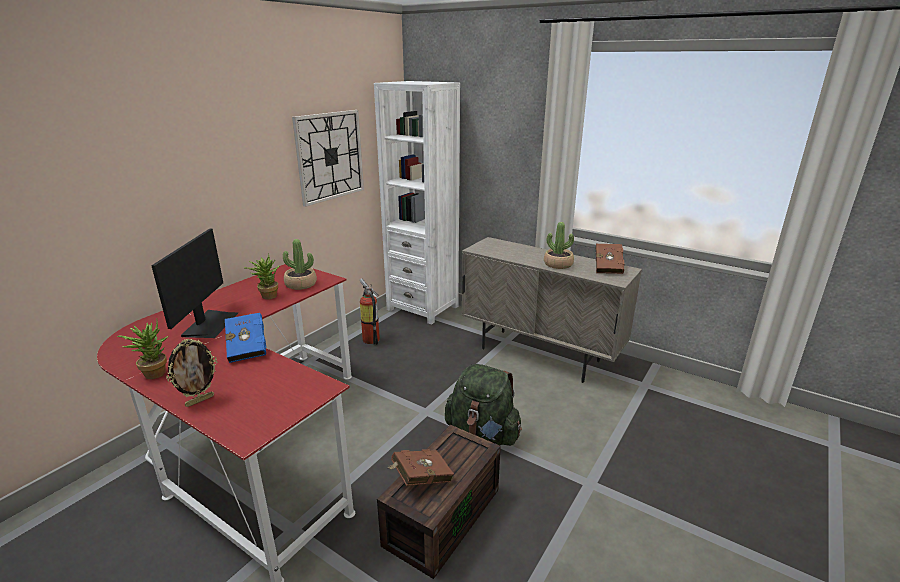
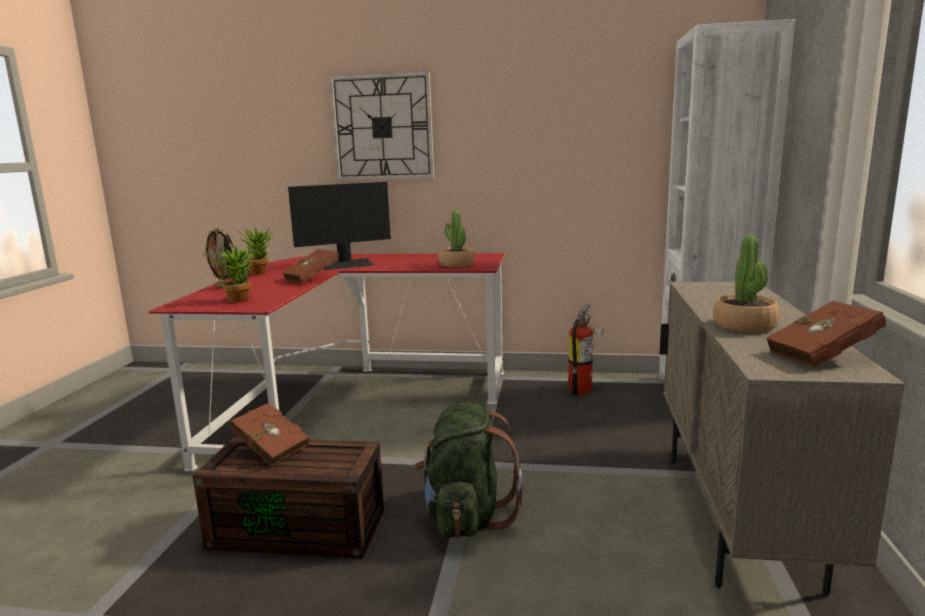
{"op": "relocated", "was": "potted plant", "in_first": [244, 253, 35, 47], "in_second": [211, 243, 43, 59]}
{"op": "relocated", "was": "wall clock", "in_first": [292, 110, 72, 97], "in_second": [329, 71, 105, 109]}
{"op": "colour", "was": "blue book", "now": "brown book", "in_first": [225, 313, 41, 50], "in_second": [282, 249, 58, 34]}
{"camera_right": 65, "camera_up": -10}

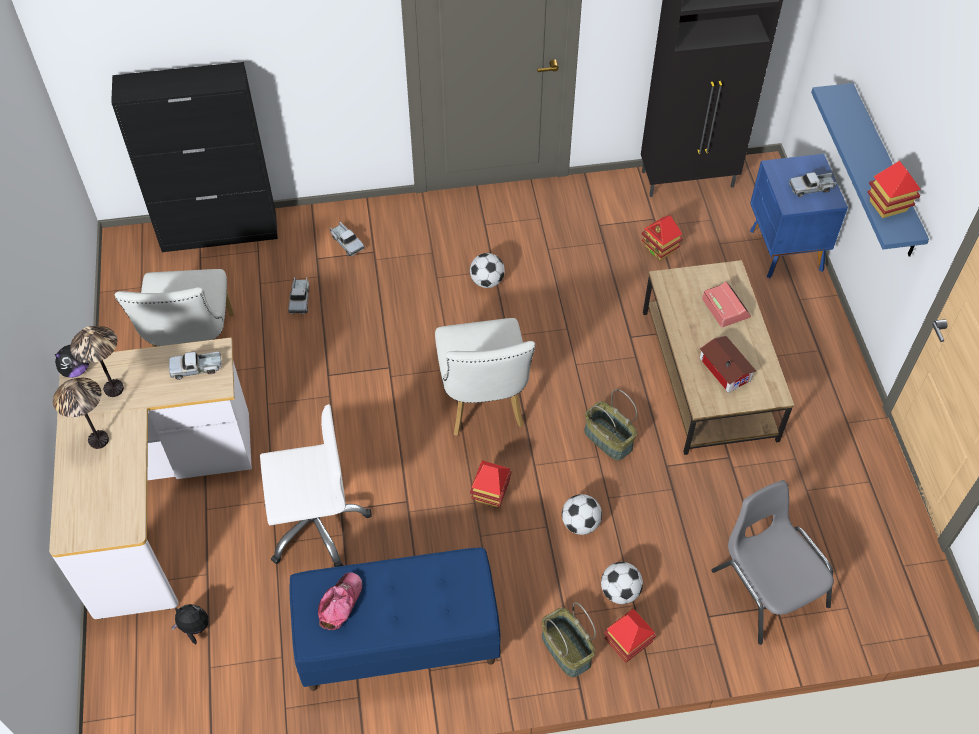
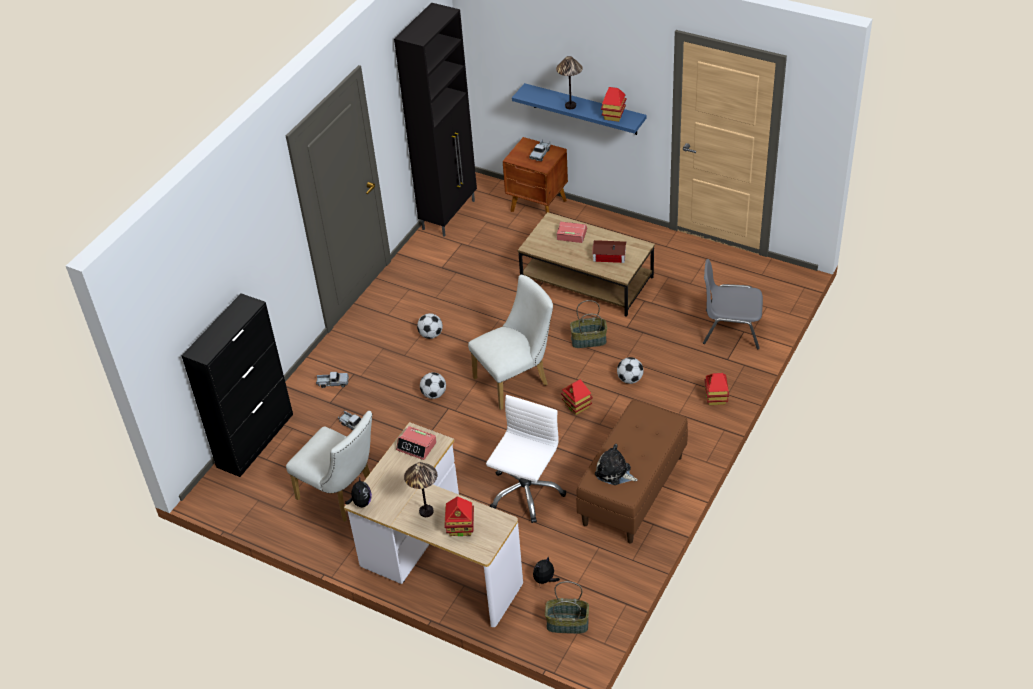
{"op": "relocated", "was": "table lamp", "in_first": [70, 326, 54, 71], "in_second": [556, 56, 27, 53]}
{"op": "relocated", "was": "basket", "in_first": [542, 602, 54, 75], "in_second": [545, 581, 44, 53]}
{"op": "relocated", "was": "football", "in_first": [601, 562, 42, 42], "in_second": [420, 372, 26, 27]}
{"op": "relocated", "was": "toy house", "in_first": [642, 215, 41, 46], "in_second": [444, 497, 30, 39]}
{"op": "exchanged", "was": "toy truck", "now": "alarm clock", "in_first": [169, 352, 52, 28], "in_second": [396, 426, 41, 34]}
{"op": "exchanged", "was": "cap", "now": "plush toy", "in_first": [318, 572, 44, 58], "in_second": [595, 444, 43, 41]}
{"op": "colour", "was": "blue bench", "now": "brown bench", "in_first": [290, 547, 211, 144], "in_second": [576, 399, 112, 144]}
{"op": "colour", "was": "blue nightstand", "now": "brown nightstand", "in_first": [750, 154, 98, 124], "in_second": [503, 137, 65, 76]}
{"op": "spun", "was": "white chair", "in_first": [435, 318, 100, 118], "in_second": [468, 275, 85, 135], "clockwise": -60}
{"camera_right": -50, "camera_up": -10}

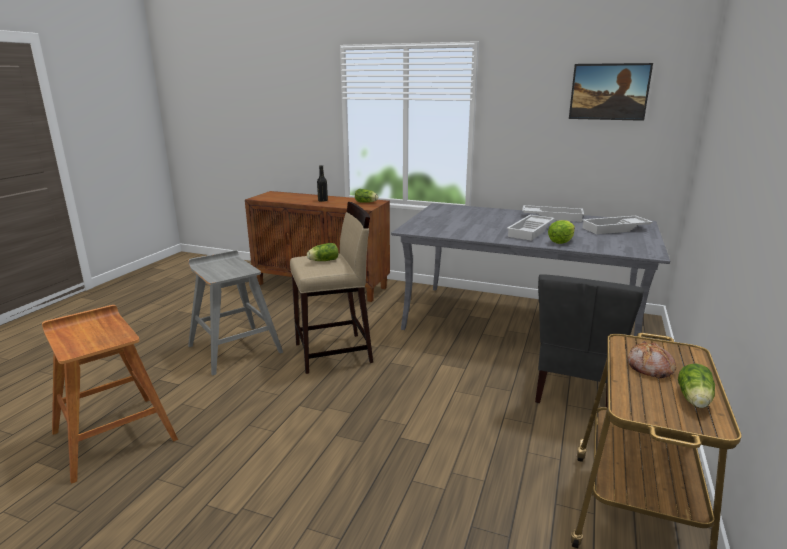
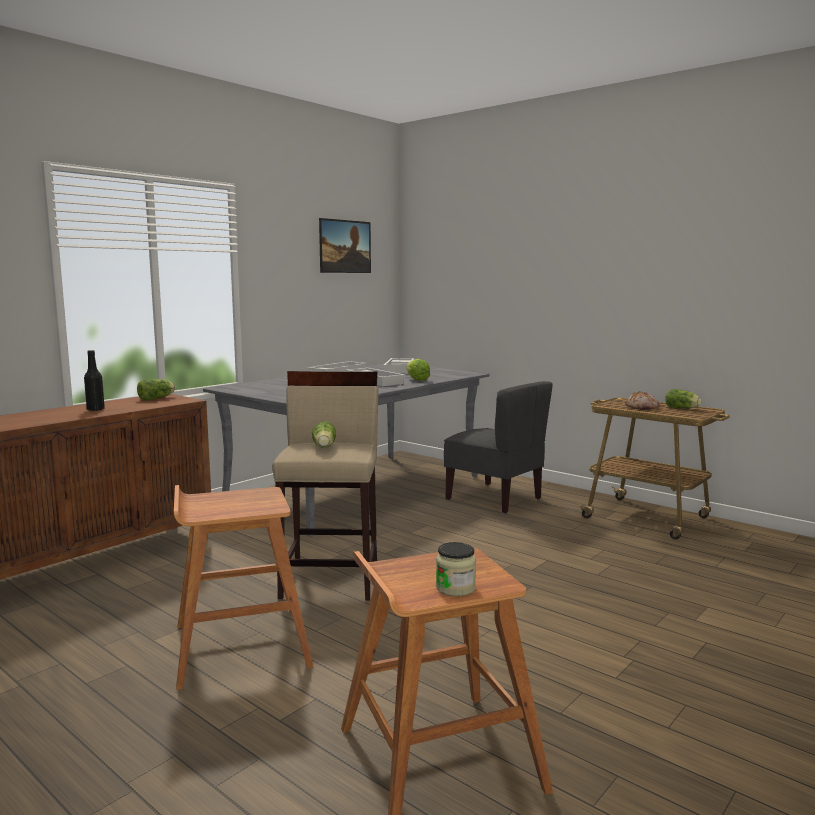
{"op": "appeared", "now": "jar", "in_second": [436, 542, 40, 55]}
{"op": "colour", "was": "grey stool", "now": "brown stool", "in_first": [188, 250, 95, 126], "in_second": [174, 485, 139, 205]}
{"camera_right": -70, "camera_up": -10}

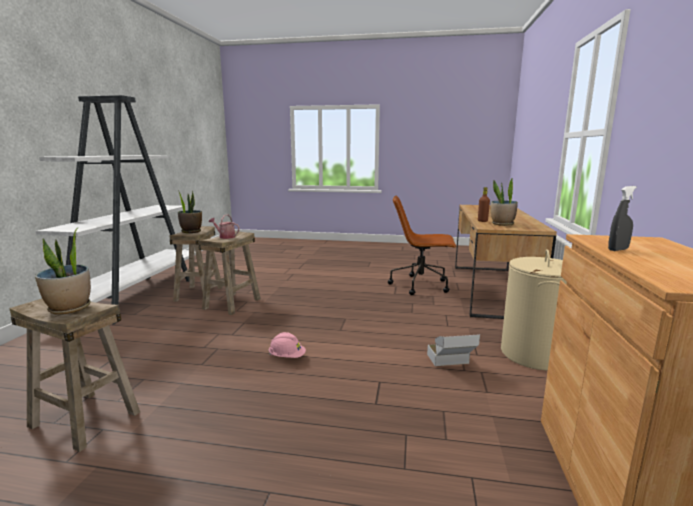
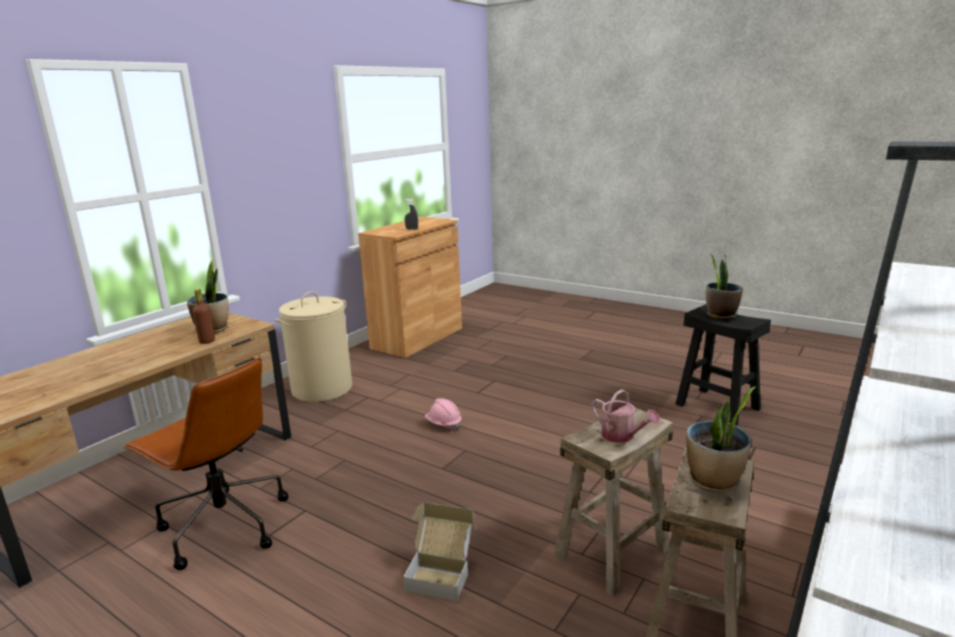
{"op": "relocated", "was": "pink hard hat", "in_first": [269, 332, 37, 26], "in_second": [425, 398, 37, 32]}
{"op": "relocated", "was": "cardboard box", "in_first": [427, 334, 53, 32], "in_second": [403, 502, 74, 99]}
{"op": "colour", "was": "beige stool", "now": "black stool", "in_first": [9, 299, 131, 153], "in_second": [675, 304, 96, 122]}
{"camera_right": -155, "camera_up": 5}

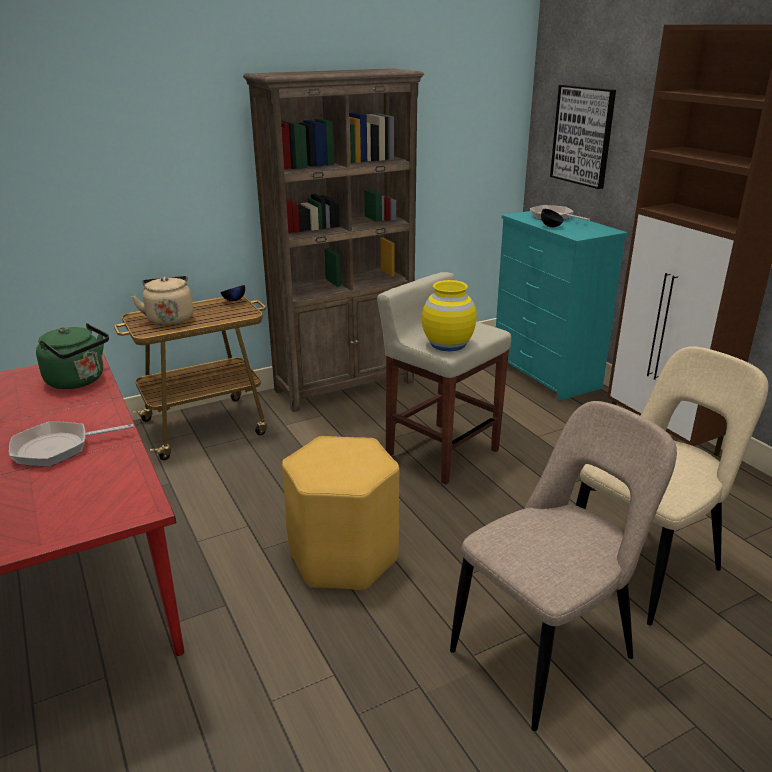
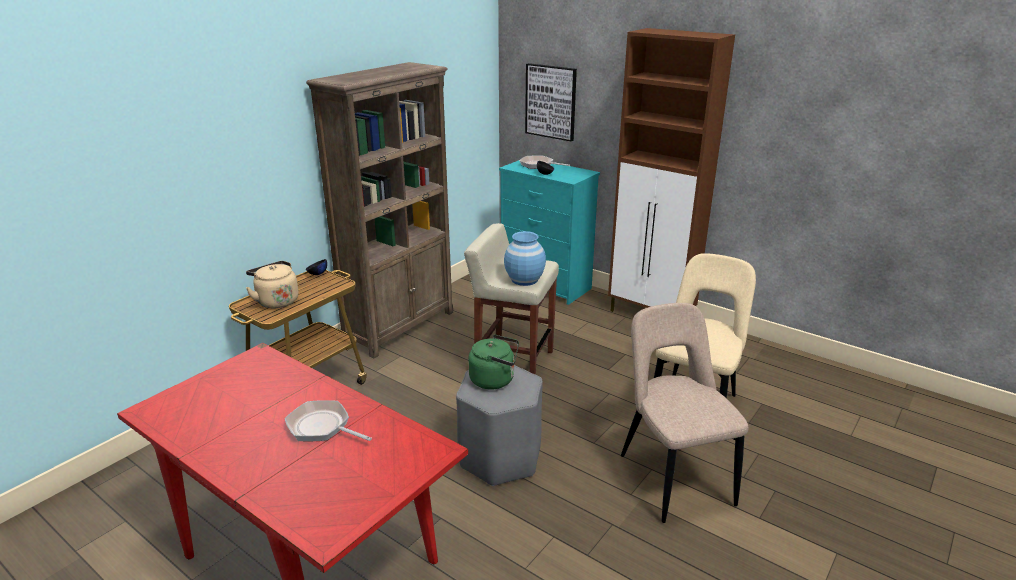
{"op": "relocated", "was": "green kettle", "in_first": [36, 323, 73, 66], "in_second": [468, 334, 51, 55]}
{"op": "colour", "was": "yellow stool", "now": "grey stool", "in_first": [282, 436, 118, 155], "in_second": [456, 365, 87, 121]}
{"op": "colour", "was": "yellow vase", "now": "blue vase", "in_first": [422, 280, 55, 71], "in_second": [504, 231, 42, 55]}
{"op": "spun", "was": "frying pan", "in_first": [9, 421, 125, 46], "in_second": [285, 400, 87, 41], "clockwise": 75}
{"op": "spun", "was": "beige chair", "in_first": [450, 401, 227, 330], "in_second": [621, 303, 127, 220], "clockwise": -45}
{"camera_right": -25, "camera_up": 0}

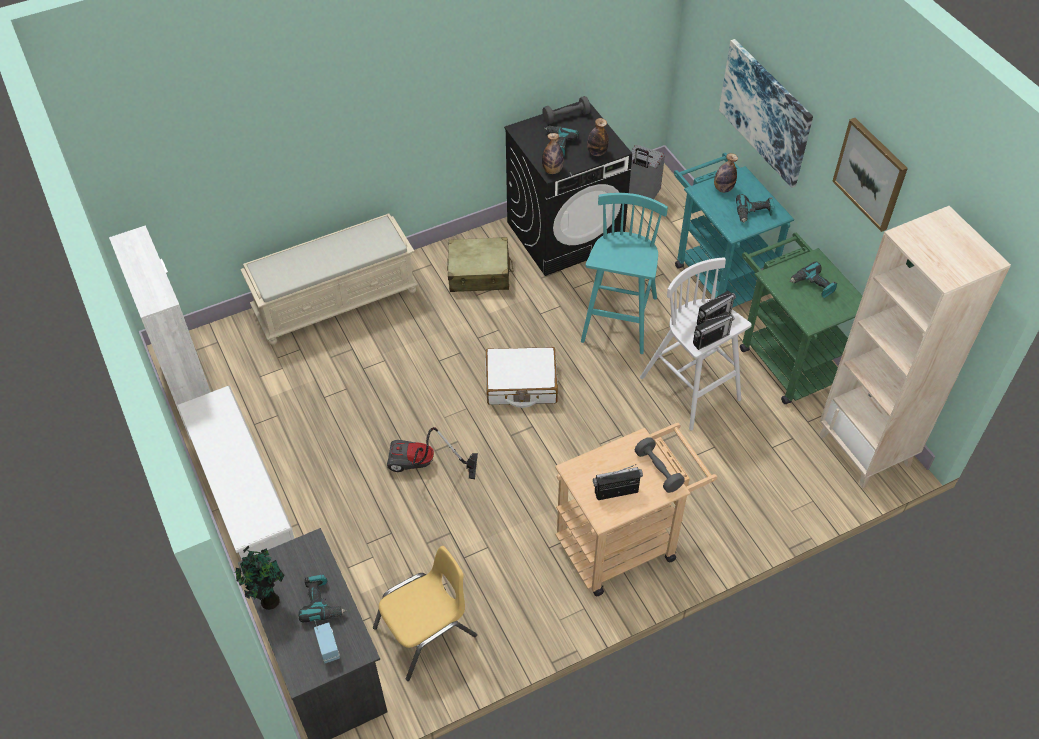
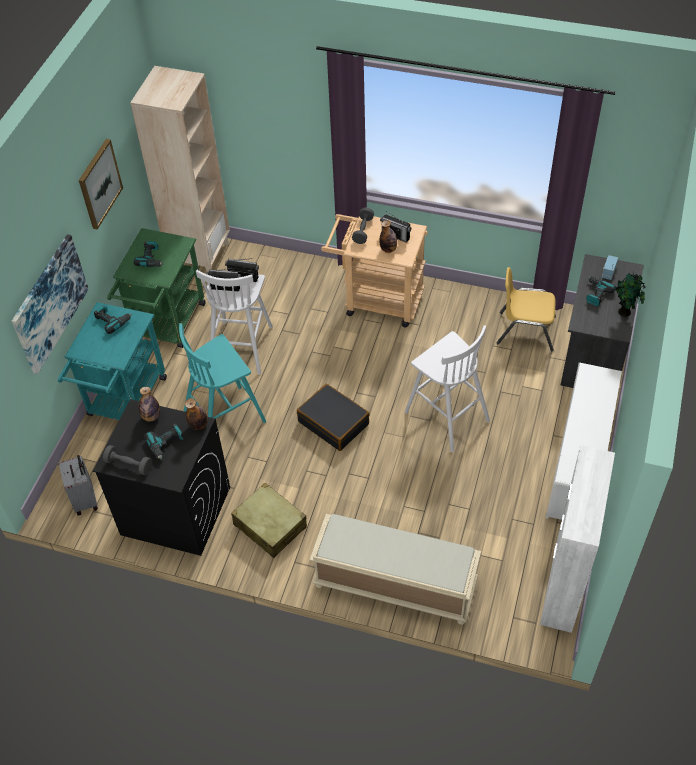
{"op": "relocated", "was": "bottle", "in_first": [714, 153, 24, 40], "in_second": [380, 220, 17, 33]}
{"op": "exchanged", "was": "vacuum cleaner", "now": "white stool", "in_first": [387, 427, 91, 52], "in_second": [405, 325, 85, 127]}
{"op": "colour", "was": "white suitcase", "now": "black suitcase", "in_first": [485, 347, 73, 61], "in_second": [297, 384, 73, 67]}
{"camera_right": -135, "camera_up": 0}

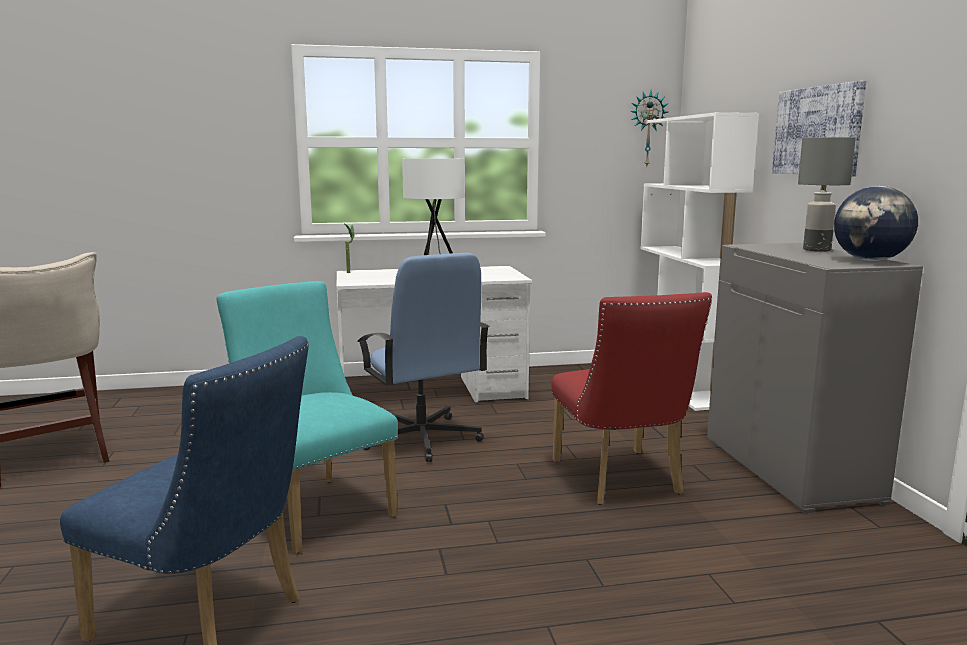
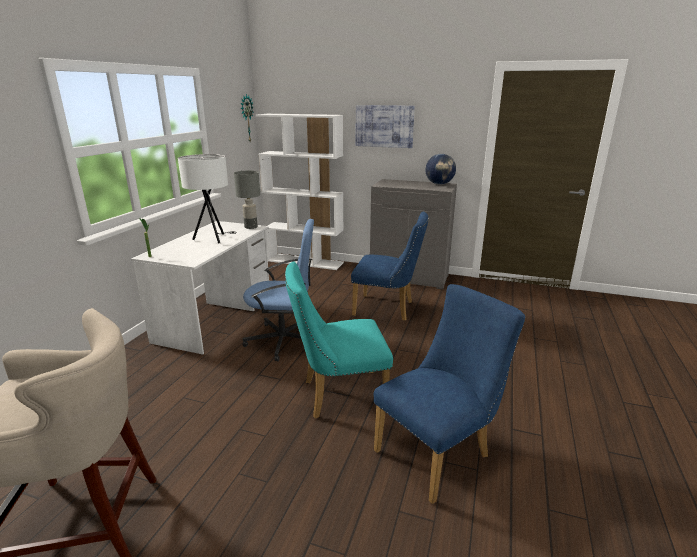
{"op": "relocated", "was": "grey table lamp", "in_first": [798, 137, 58, 115], "in_second": [234, 171, 26, 58]}
{"op": "colour", "was": "red chair", "now": "blue chair", "in_first": [551, 292, 161, 213], "in_second": [351, 211, 78, 110]}
{"camera_right": -60, "camera_up": 10}

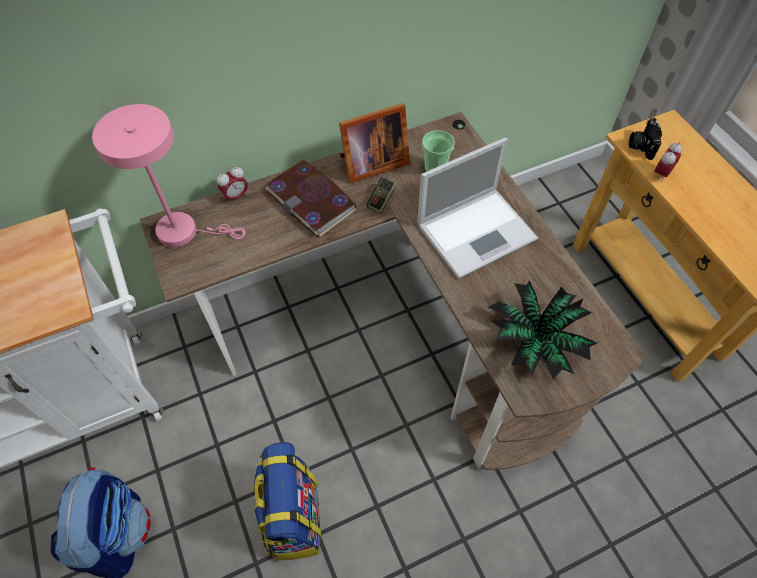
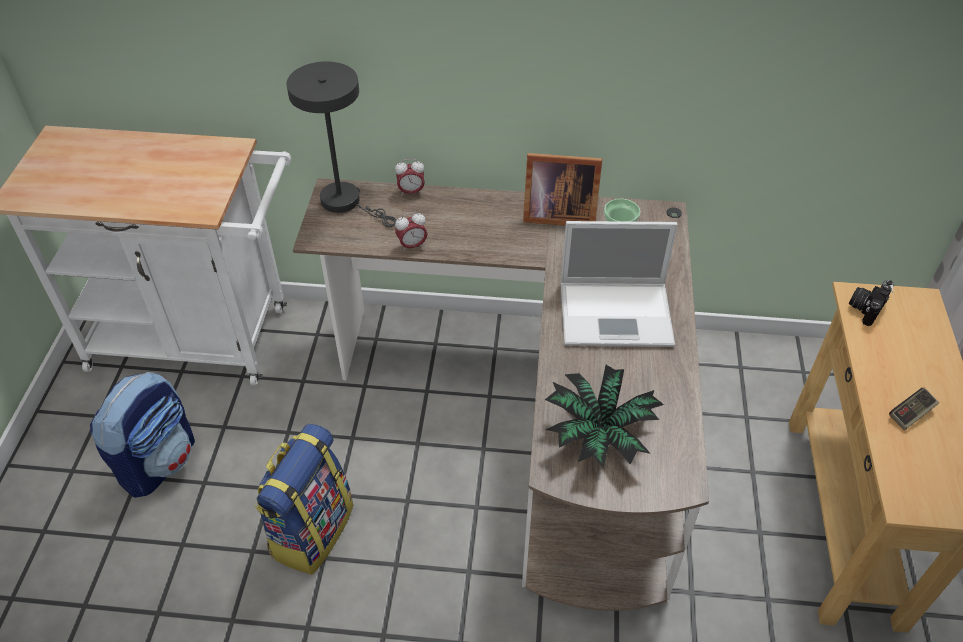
{"op": "missing", "was": "book", "in_first": [265, 160, 92, 77]}
{"op": "relocated", "was": "game controller", "in_first": [366, 177, 31, 37], "in_second": [889, 388, 50, 42]}
{"op": "relocated", "was": "alarm clock", "in_first": [654, 142, 28, 40], "in_second": [395, 212, 33, 40]}
{"op": "colour", "was": "pink table lamp", "now": "grey table lamp", "in_first": [92, 104, 153, 143], "in_second": [286, 61, 110, 167]}
{"camera_right": 30, "camera_up": -10}

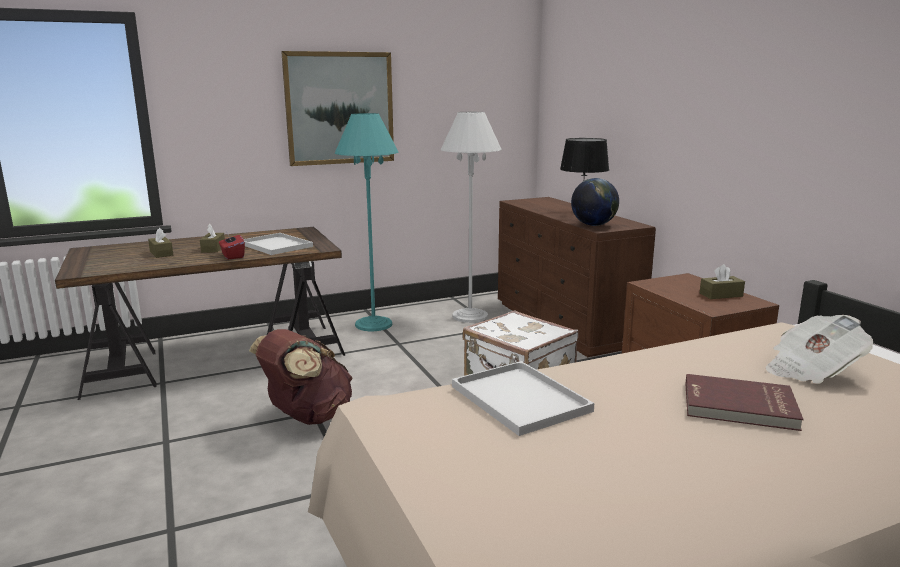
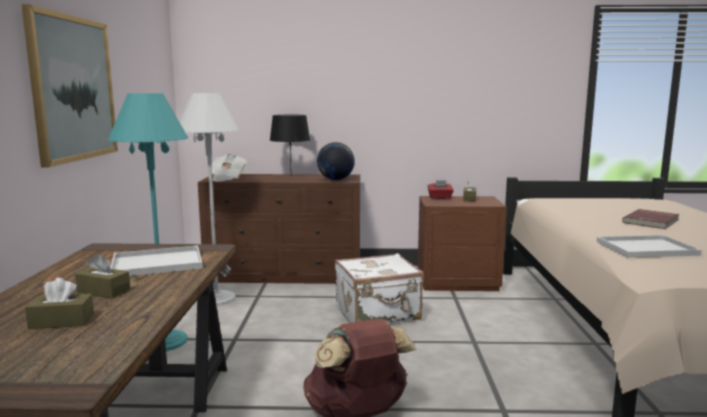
{"op": "relocated", "was": "red tissue box", "in_first": [219, 231, 26, 29], "in_second": [428, 180, 26, 19]}
{"op": "relocated", "was": "newspaper", "in_first": [765, 315, 108, 69], "in_second": [212, 154, 35, 27]}
{"camera_right": -65, "camera_up": -5}

